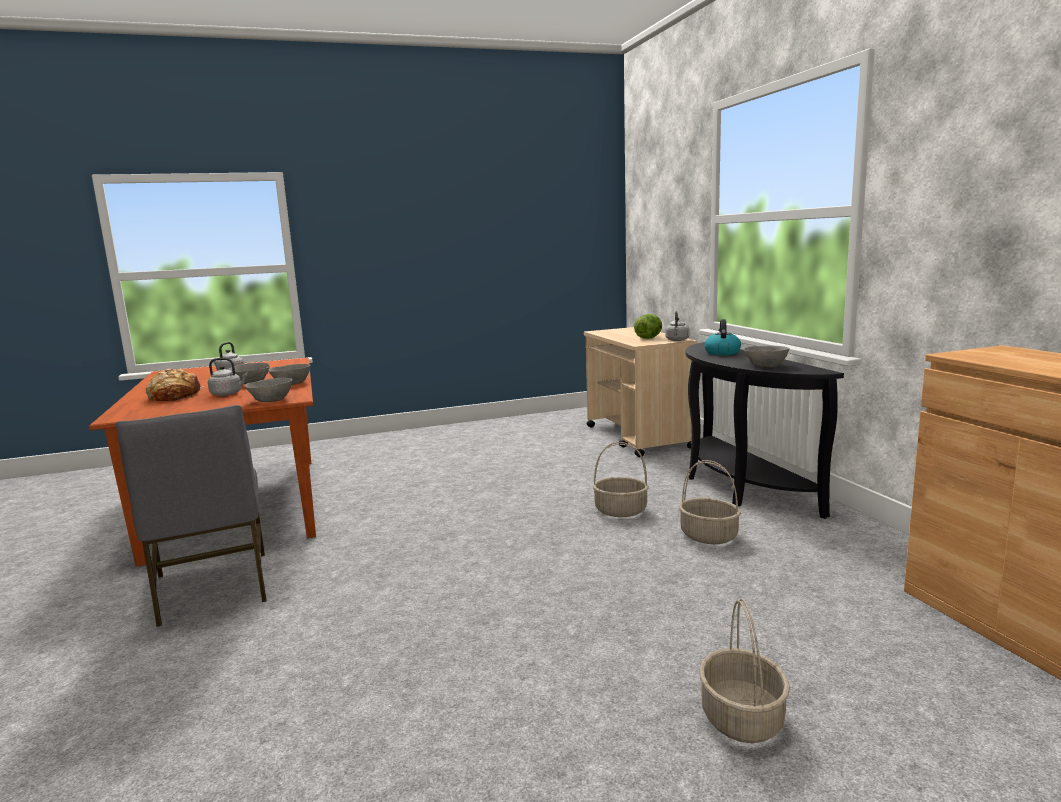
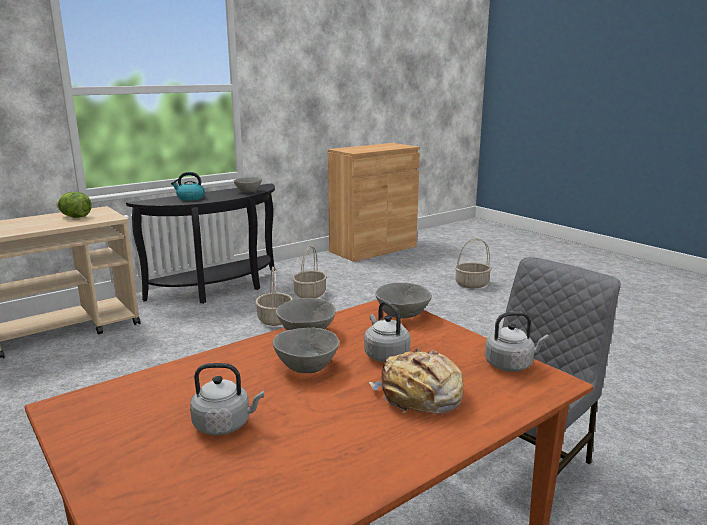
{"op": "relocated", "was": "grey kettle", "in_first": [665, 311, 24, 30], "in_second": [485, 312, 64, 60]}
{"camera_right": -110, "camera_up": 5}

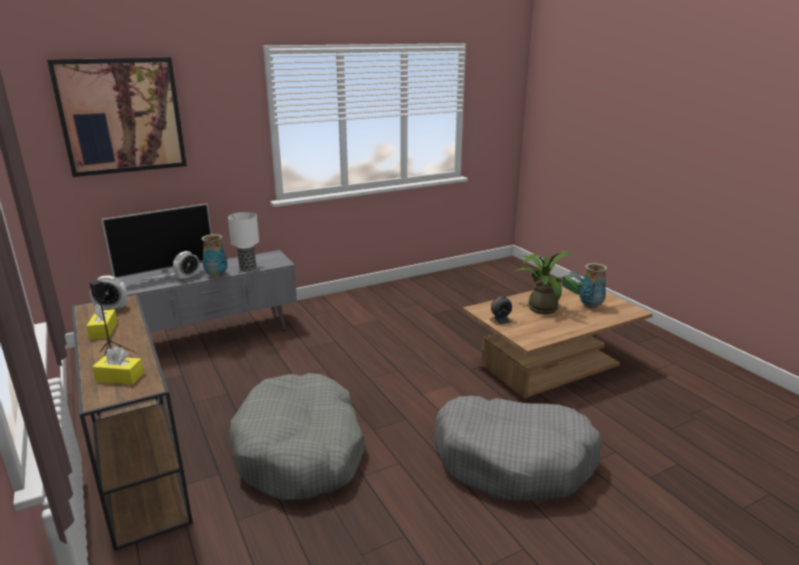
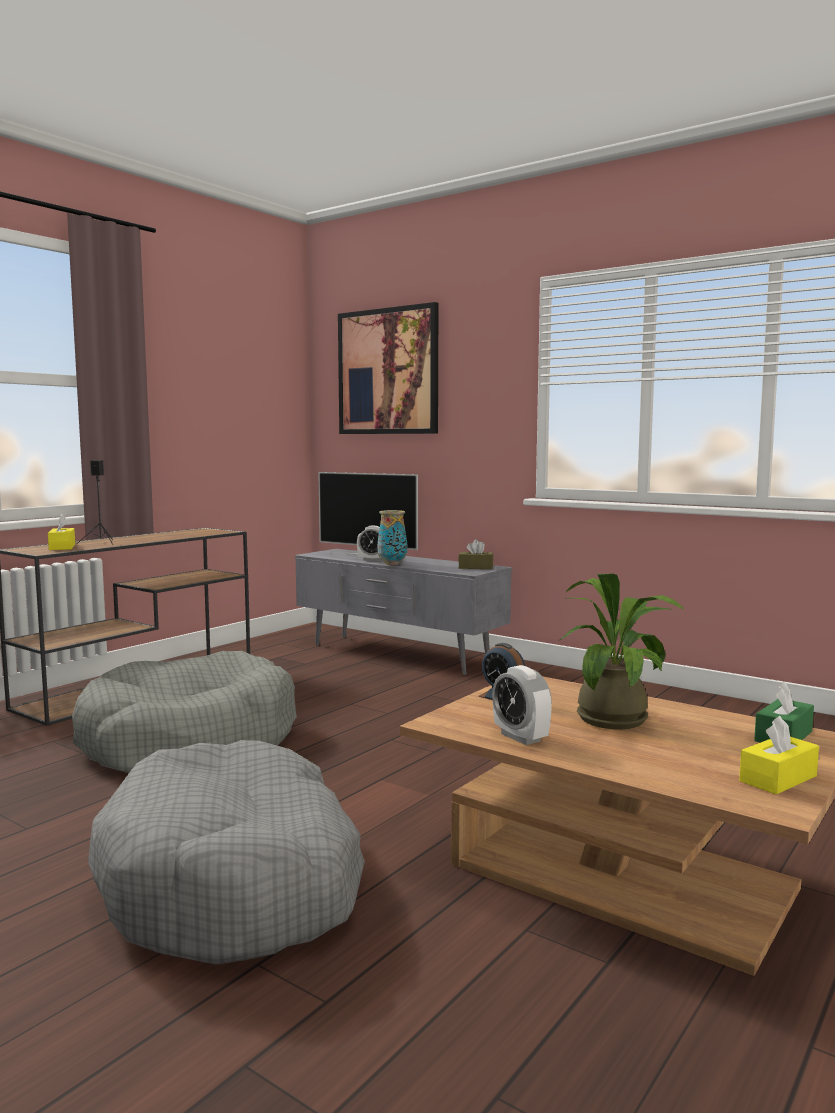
{"op": "missing", "was": "table lamp", "in_first": [228, 212, 31, 60]}
{"op": "missing", "was": "vase", "in_first": [580, 263, 27, 46]}
{"op": "appeared", "now": "brown tissue box", "in_second": [458, 539, 35, 30]}
{"op": "relocated", "was": "yellow tissue box", "in_first": [86, 304, 32, 35], "in_second": [739, 716, 80, 79]}
{"op": "relocated", "was": "alarm clock", "in_first": [90, 276, 38, 35], "in_second": [492, 665, 60, 80]}
{"camera_right": 65, "camera_up": -15}

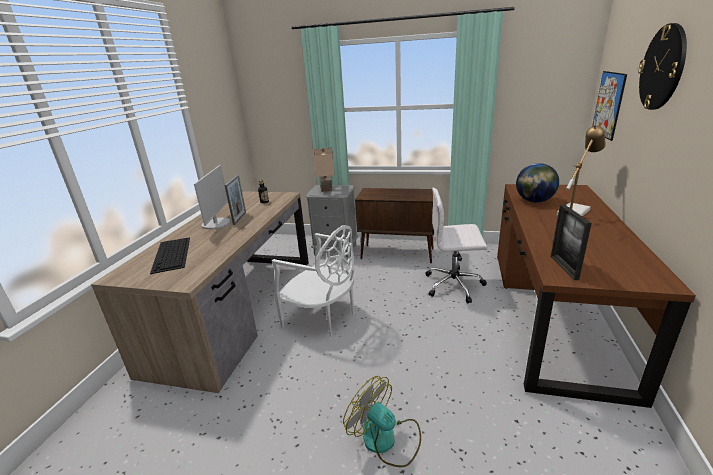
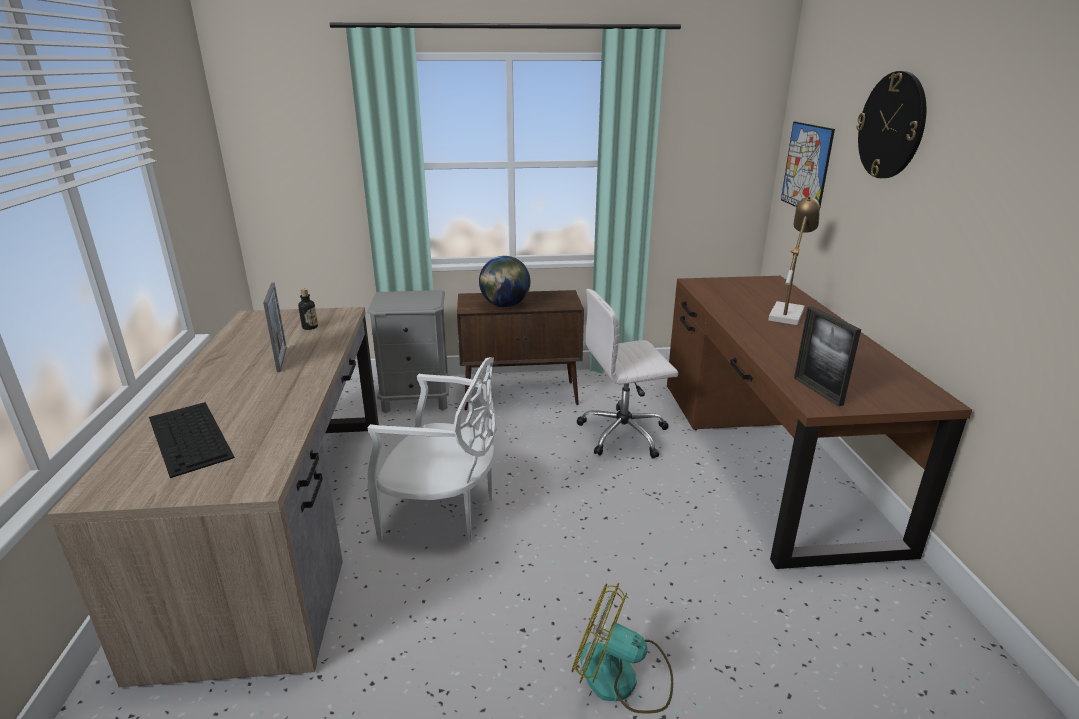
{"op": "missing", "was": "monitor", "in_first": [194, 165, 36, 64]}
{"op": "missing", "was": "beige table lamp", "in_first": [314, 147, 21, 45]}
{"op": "relocated", "was": "globe", "in_first": [516, 163, 43, 40], "in_second": [479, 256, 51, 51]}
{"camera_right": -20, "camera_up": 0}

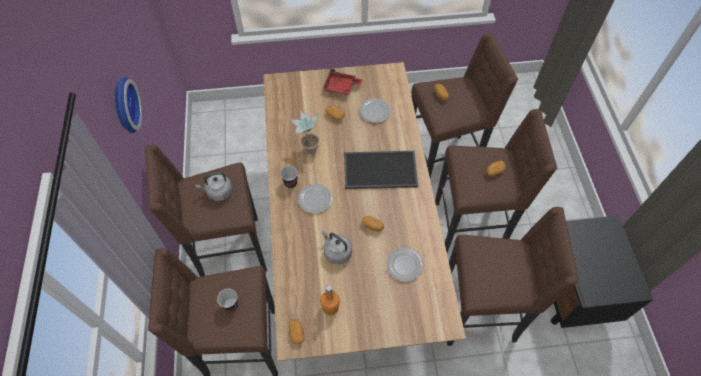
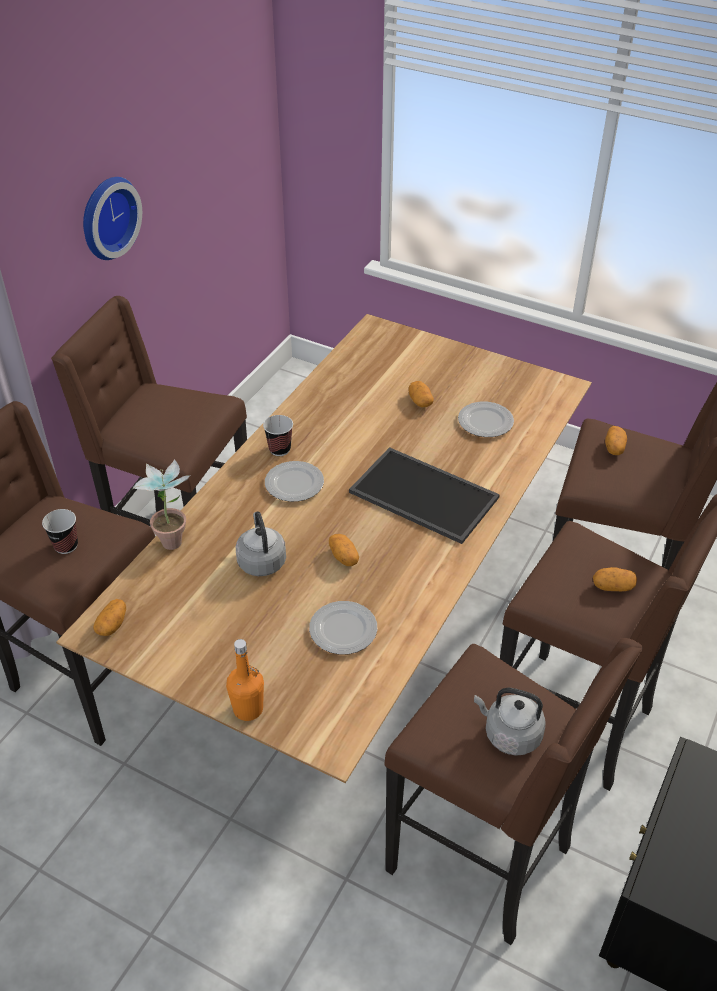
{"op": "missing", "was": "red tray", "in_first": [322, 69, 41, 26]}
{"op": "relocated", "was": "grey kettle", "in_first": [195, 172, 37, 29], "in_second": [474, 688, 72, 68]}
{"op": "relocated", "was": "potted plant", "in_first": [290, 111, 30, 44], "in_second": [132, 459, 58, 91]}
{"op": "relocated", "was": "orange bottle", "in_first": [320, 285, 20, 30], "in_second": [226, 639, 38, 82]}
{"camera_right": 35, "camera_up": -15}

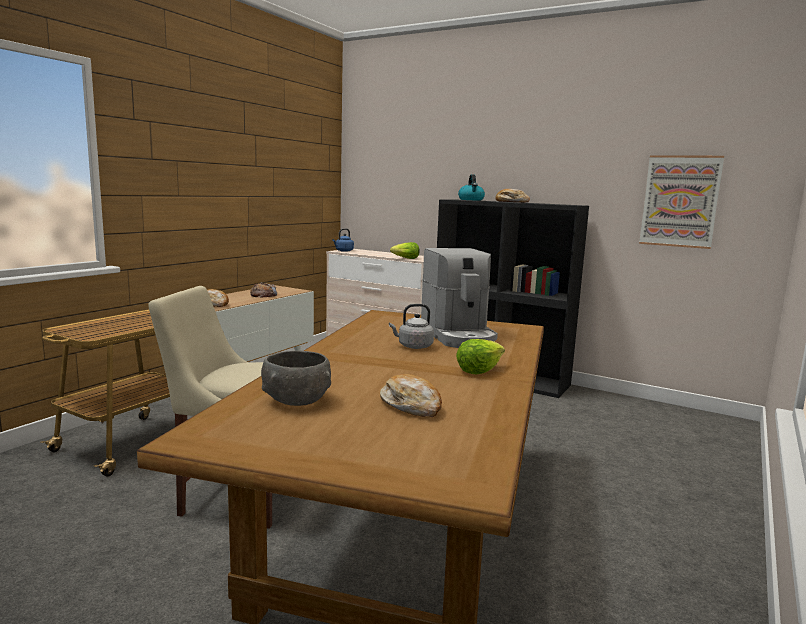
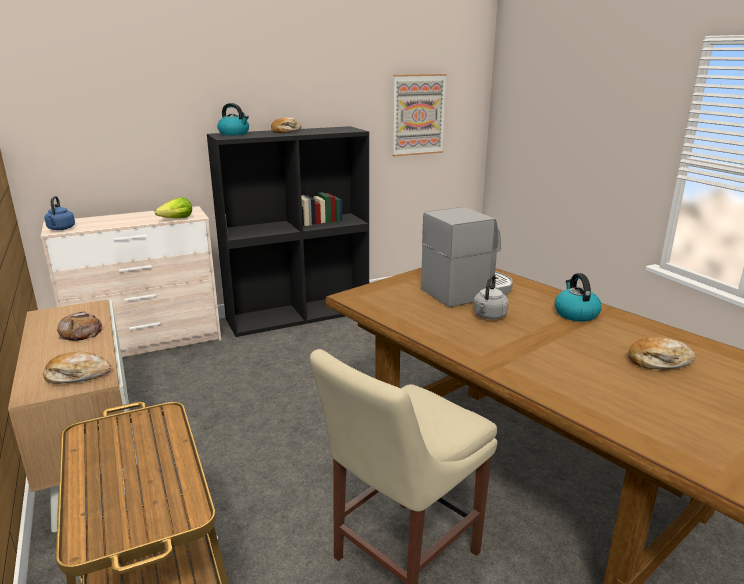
{"op": "missing", "was": "grey bowl", "in_first": [261, 351, 70, 55]}
{"op": "exchanged", "was": "lettuce", "now": "kettle", "in_first": [456, 339, 49, 36], "in_second": [555, 273, 47, 49]}
{"op": "spun", "was": "coffee machine", "in_first": [421, 248, 77, 100], "in_second": [421, 207, 92, 100], "clockwise": -45}
{"camera_right": -55, "camera_up": 10}

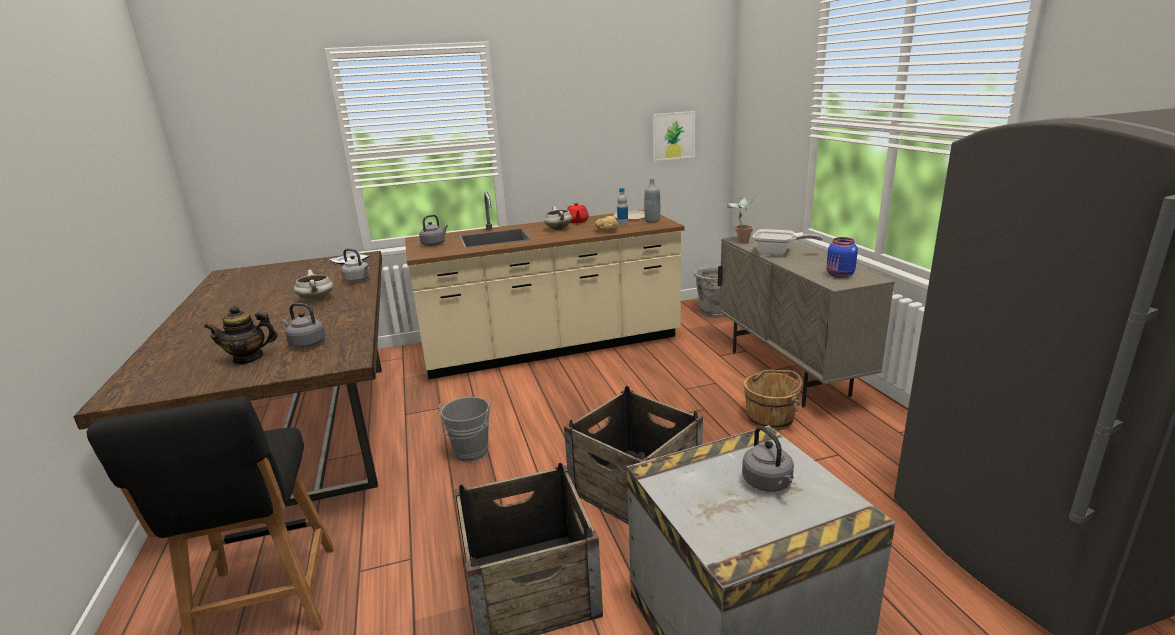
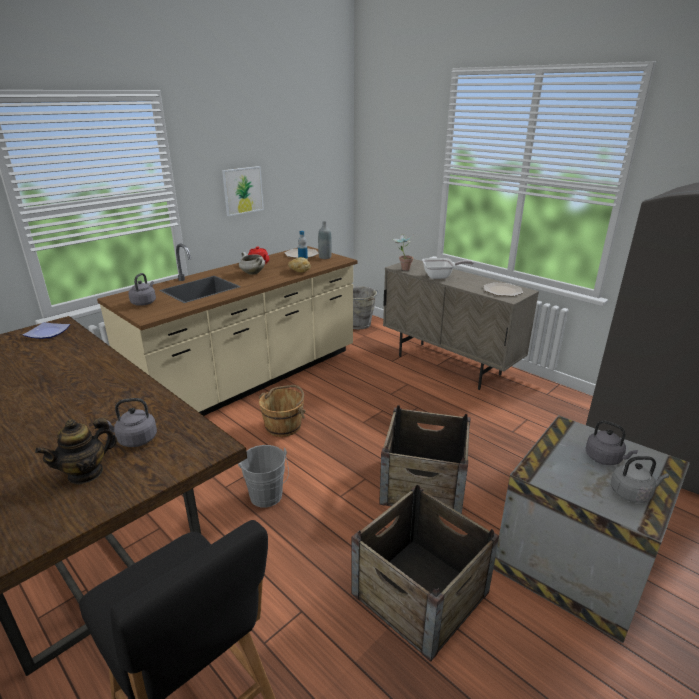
{"op": "missing", "was": "white cooking pot", "in_first": [294, 270, 39, 32]}
{"op": "relocated", "was": "grey kettle", "in_first": [341, 249, 29, 33], "in_second": [611, 456, 58, 47]}
{"op": "relocated", "was": "picture", "in_first": [652, 111, 43, 50], "in_second": [222, 166, 42, 50]}
{"op": "relocated", "was": "brown bucket", "in_first": [744, 370, 59, 60], "in_second": [259, 385, 47, 52]}
{"op": "exchanged", "was": "blue jar", "now": "plate", "in_first": [826, 237, 32, 41], "in_second": [484, 282, 39, 14]}
{"camera_right": -30, "camera_up": 5}

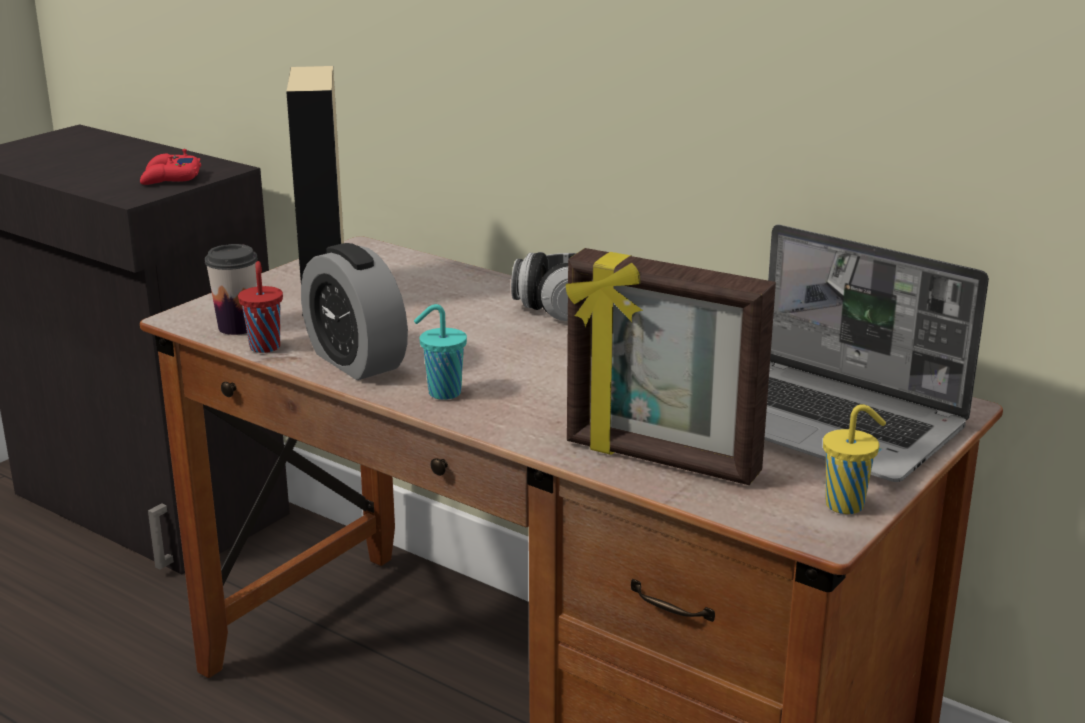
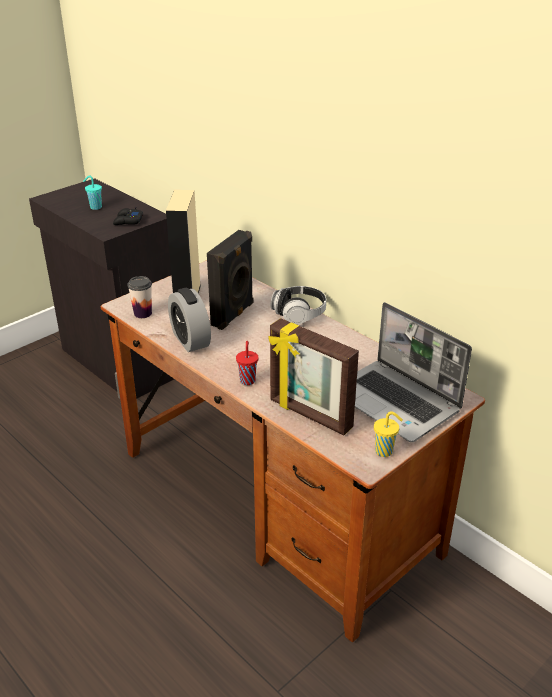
{"op": "appeared", "now": "black speaker", "in_second": [207, 230, 46, 100]}
{"op": "relocated", "was": "red cup", "in_first": [238, 261, 45, 92], "in_second": [236, 341, 22, 44]}
{"op": "relocated", "was": "turquoise cup", "in_first": [414, 304, 53, 96], "in_second": [83, 176, 19, 34]}
{"op": "colour", "was": "red game controller", "now": "black game controller", "in_first": [140, 149, 61, 36], "in_second": [113, 207, 30, 18]}
{"camera_right": 10, "camera_up": 10}

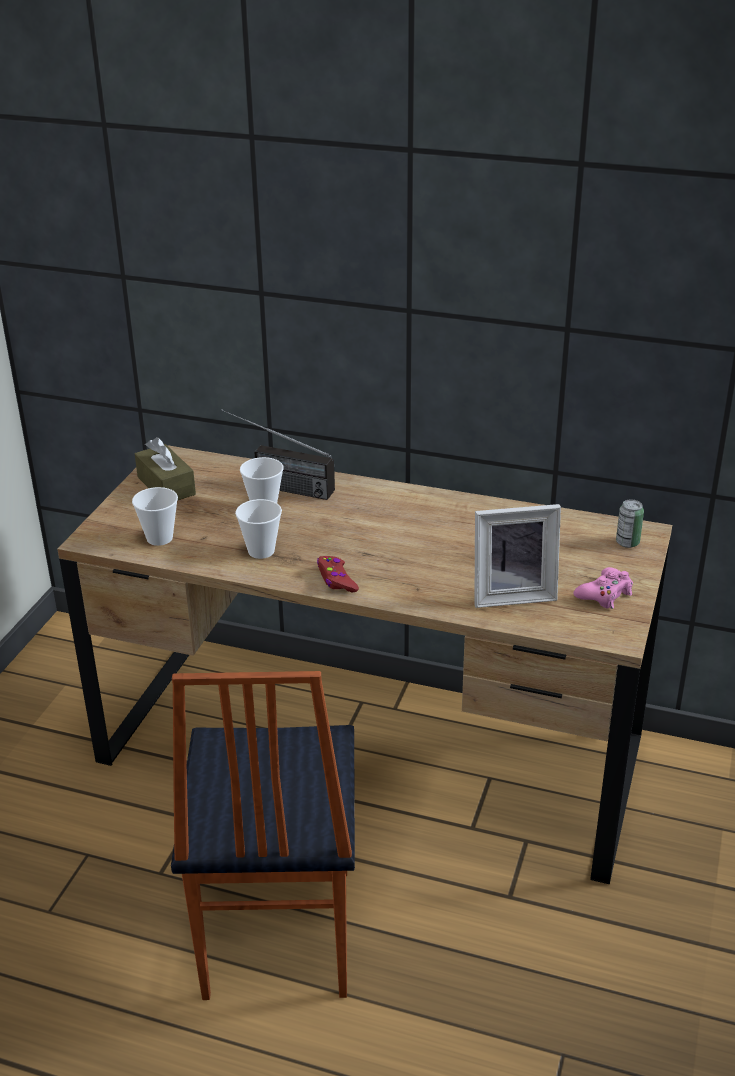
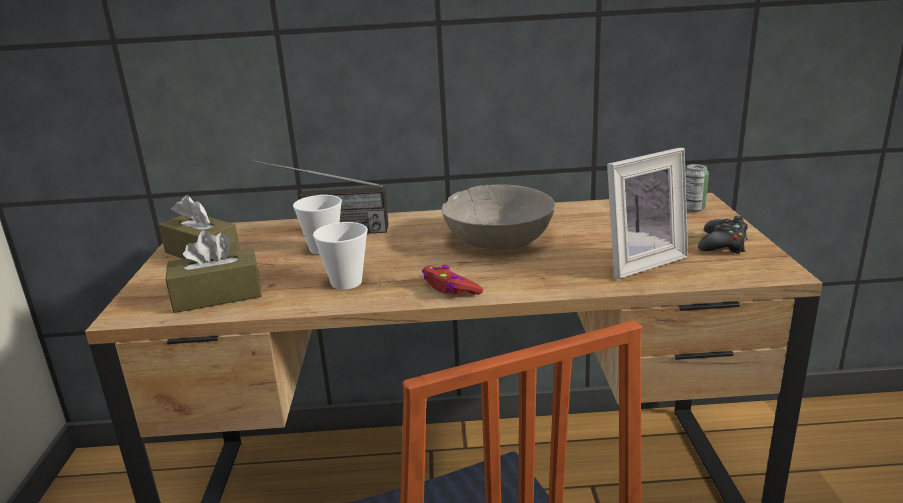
{"op": "appeared", "now": "grey bowl", "in_second": [442, 184, 113, 66]}
{"op": "exchanged", "was": "cup", "now": "brown tissue box", "in_first": [132, 487, 46, 59], "in_second": [166, 230, 96, 83]}
{"op": "colour", "was": "pink game controller", "now": "black game controller", "in_first": [573, 567, 60, 42], "in_second": [698, 216, 50, 38]}
{"camera_right": -20, "camera_up": -10}

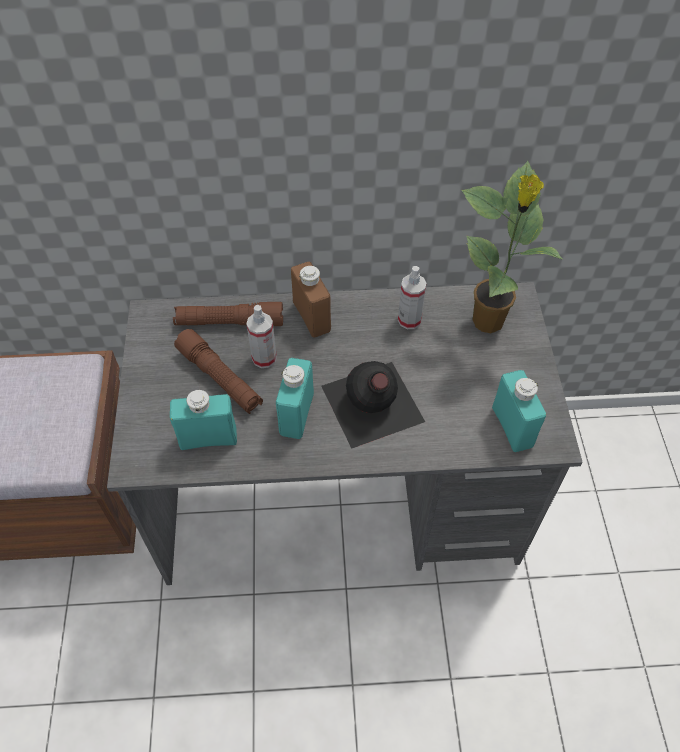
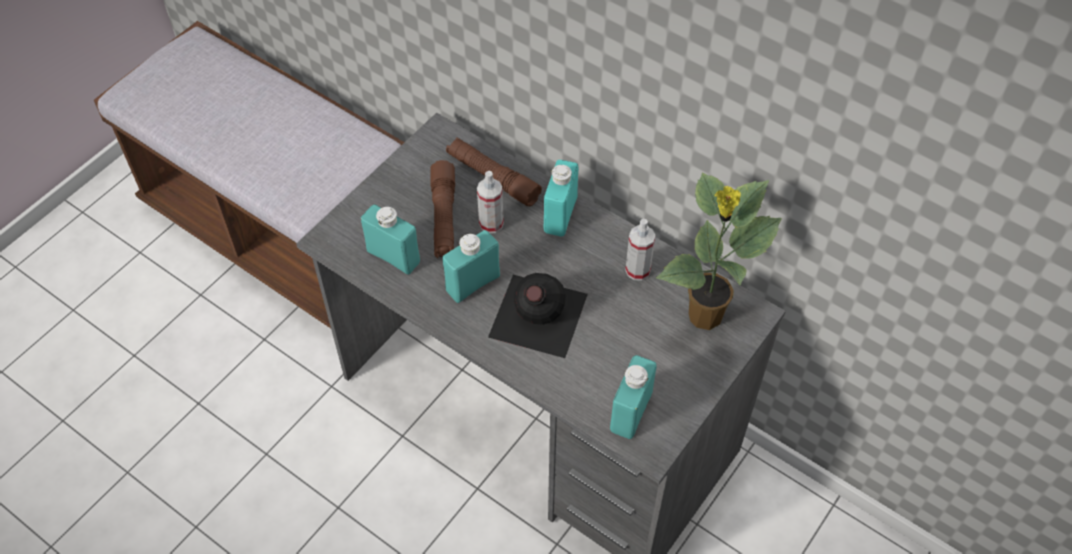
{"op": "colour", "was": "brown bottle", "now": "turquoise bottle", "in_first": [291, 262, 40, 75], "in_second": [544, 160, 34, 76]}
{"camera_right": 40, "camera_up": 0}

